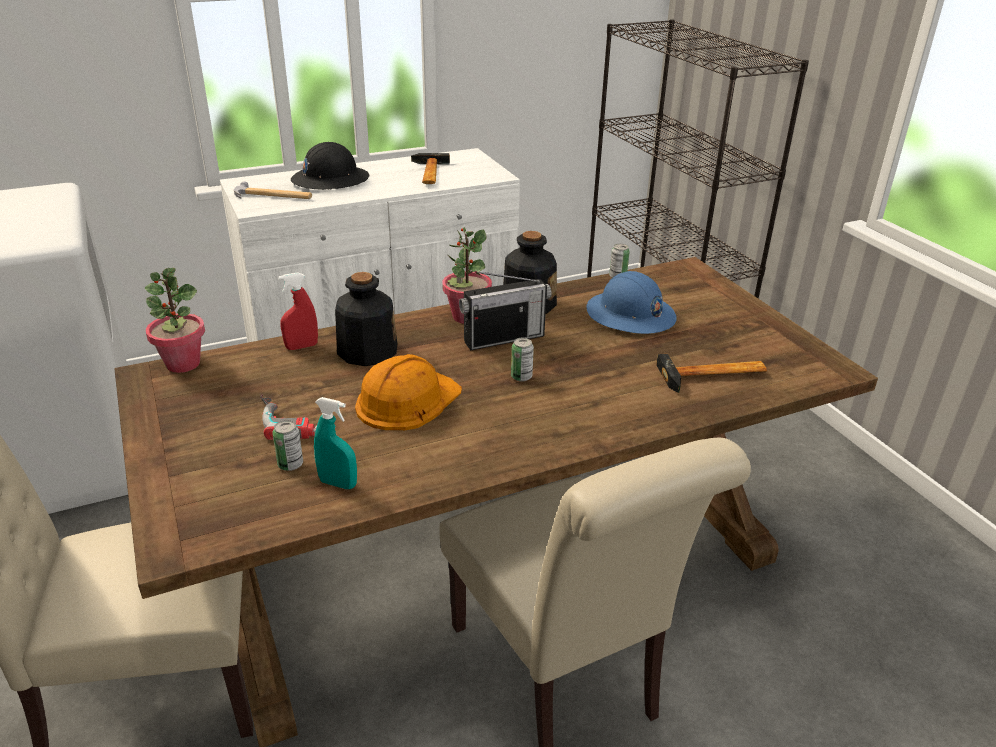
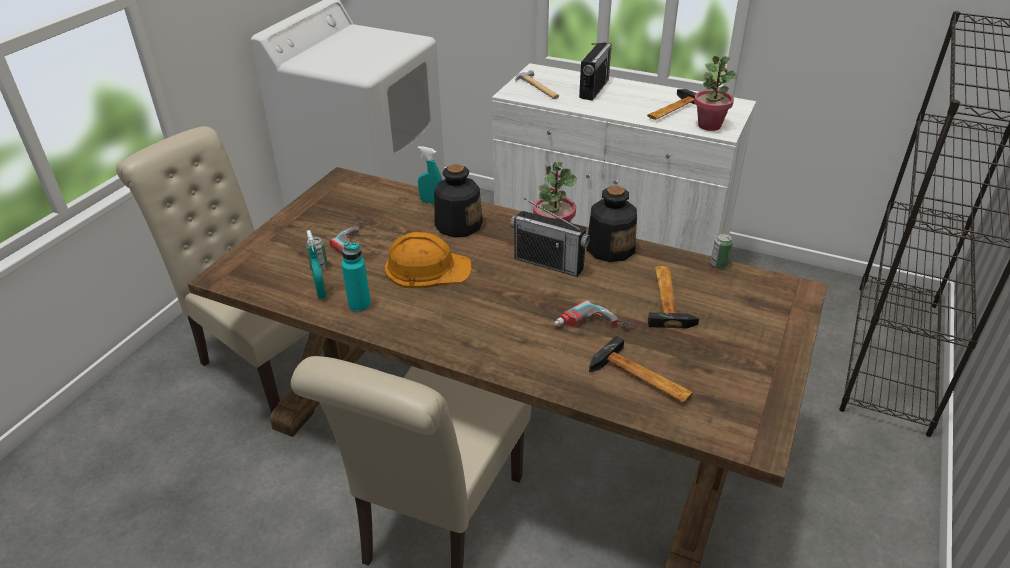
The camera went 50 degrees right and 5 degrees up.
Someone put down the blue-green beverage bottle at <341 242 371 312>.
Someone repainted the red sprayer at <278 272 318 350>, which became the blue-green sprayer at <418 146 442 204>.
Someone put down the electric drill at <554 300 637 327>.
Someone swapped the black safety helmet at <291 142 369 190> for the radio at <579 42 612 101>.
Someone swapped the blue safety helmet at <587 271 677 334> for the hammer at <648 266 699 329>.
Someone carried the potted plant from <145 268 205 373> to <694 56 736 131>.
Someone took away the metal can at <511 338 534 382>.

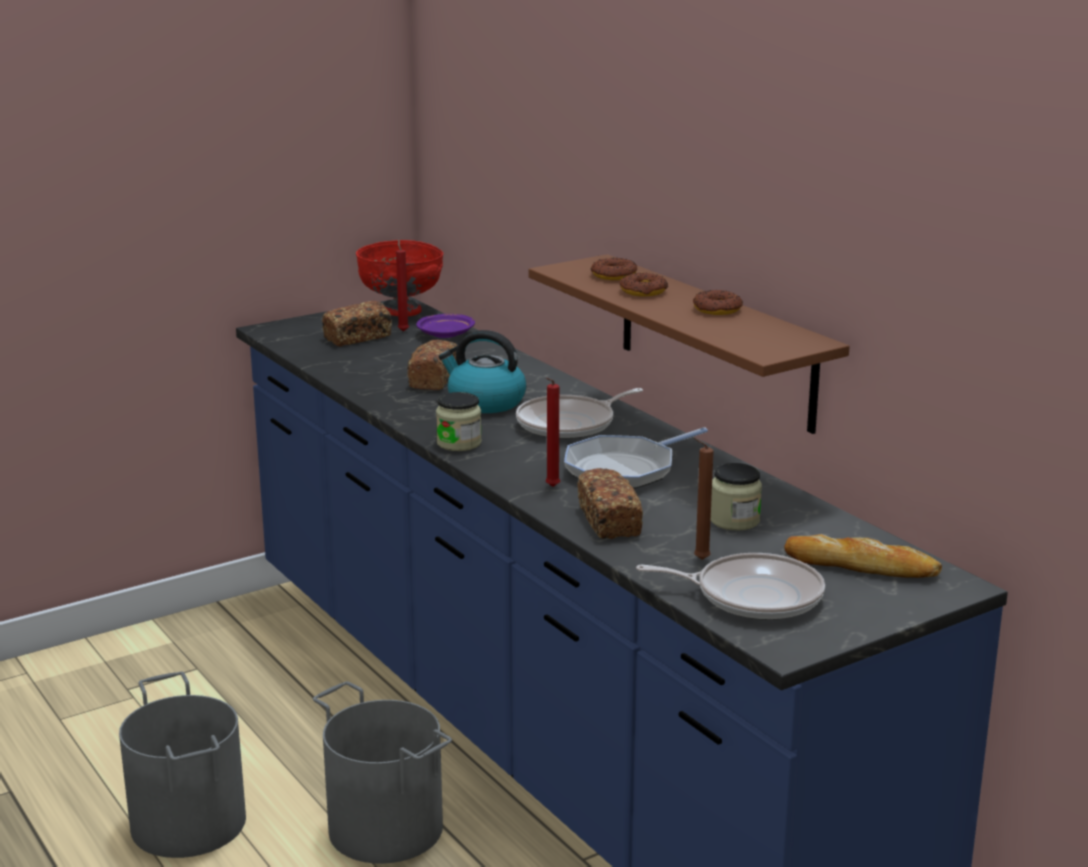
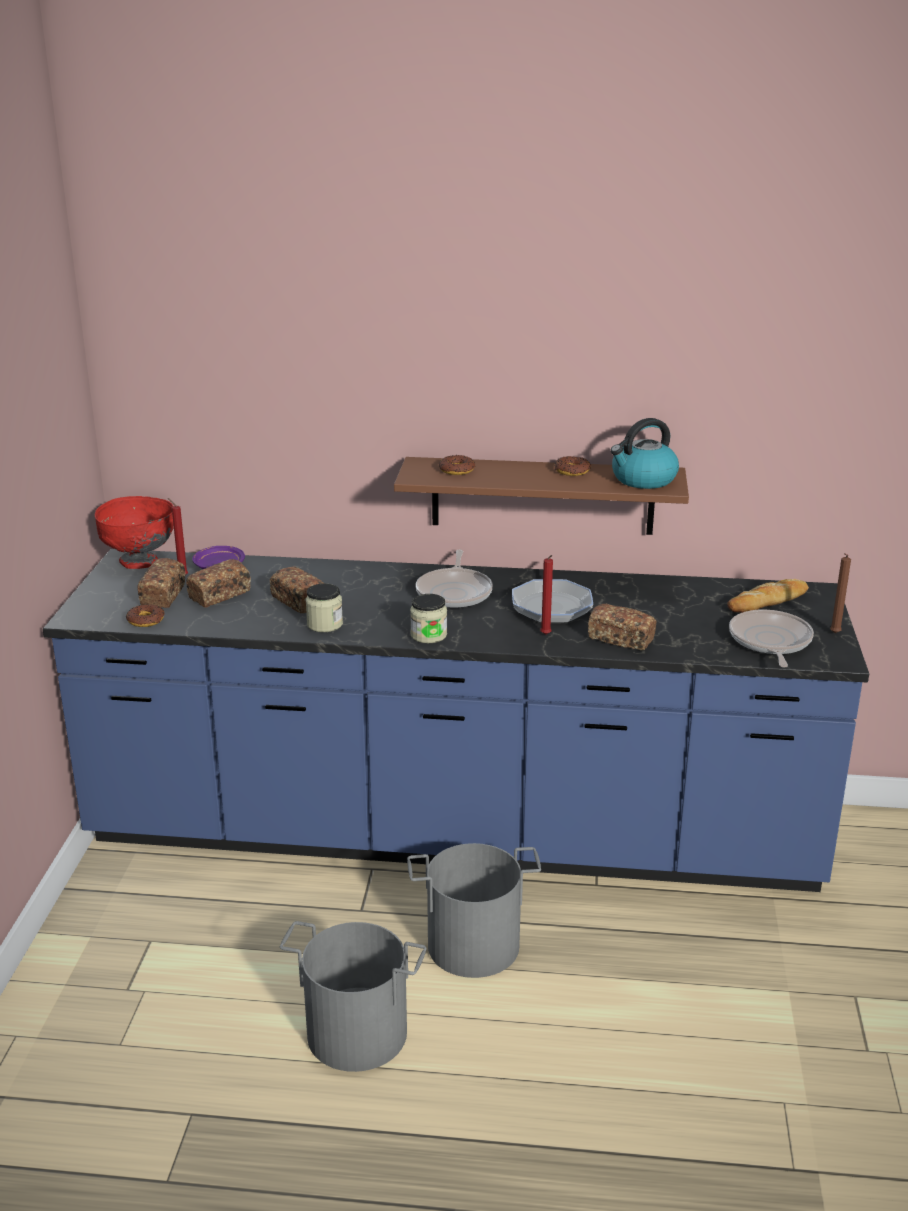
The camera went 50 degrees left and 5 degrees up.
Someone carried the ring doughnut from <620 273 668 296> to <126 604 164 627>.
Someone put down the bakery bread at <186 559 251 607>.
Someone carried the preserve jar from <711 463 762 531> to <306 583 343 632>.
Someone carried the tea kettle from <439 330 526 413> to <611 418 679 489>.
Someone rotated the pan at <636 553 825 620> by 45 degrees counterclockwise.
Someone carried the brownish candle from <693 437 714 560> to <830 553 851 633>.

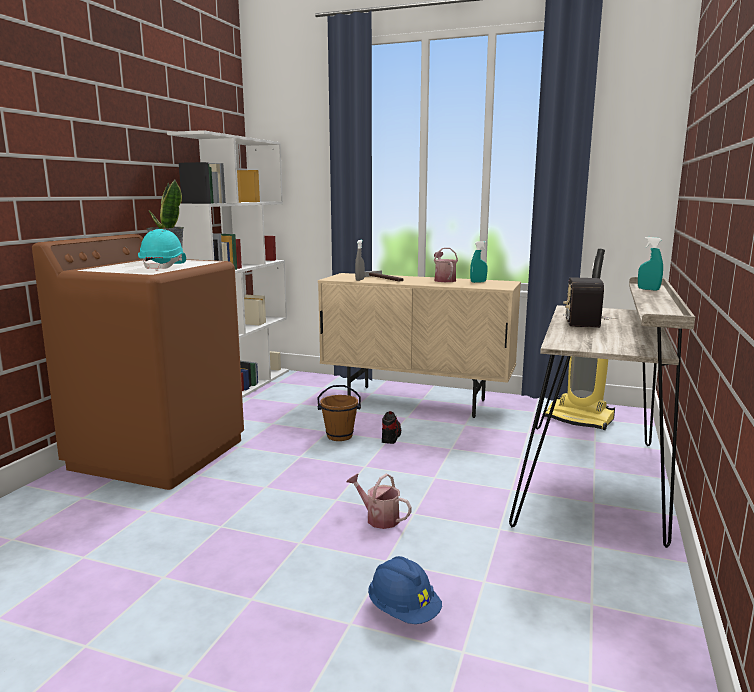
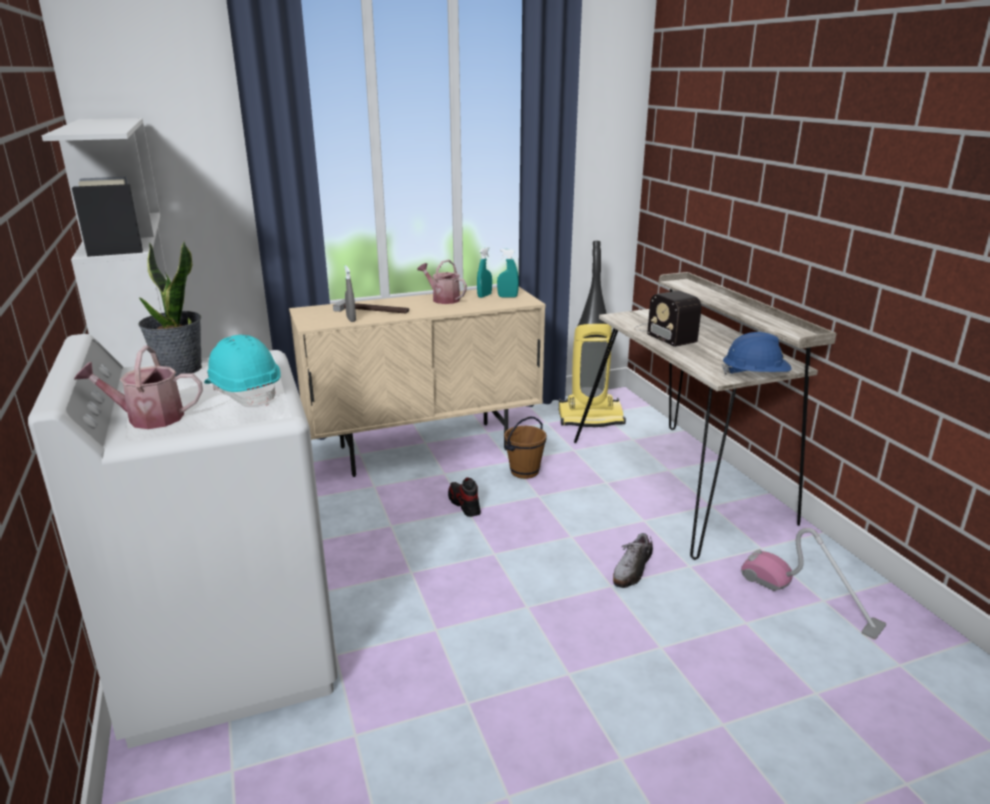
The camera went 40 degrees left and 10 degrees up.
Someone repainted the brownish laundry machine at <32 234 244 490>, which became the white laundry machine at <28 334 338 749>.
Someone carried the sprinkling can from <346 473 412 529> to <74 346 203 429>.
Someone carried the blue-green sprayer from <638 237 663 291> to <497 249 519 298>.
Someone carried the brownish water bucket from <317 385 361 441> to <504 416 547 479>.
Someone put down the item of footwear at <613 533 653 588>.
Someone carried the blue safety helmet from <368 556 442 624> to <722 332 792 375>.
Someone put down the vacuum cleaner at <741 528 886 640>.

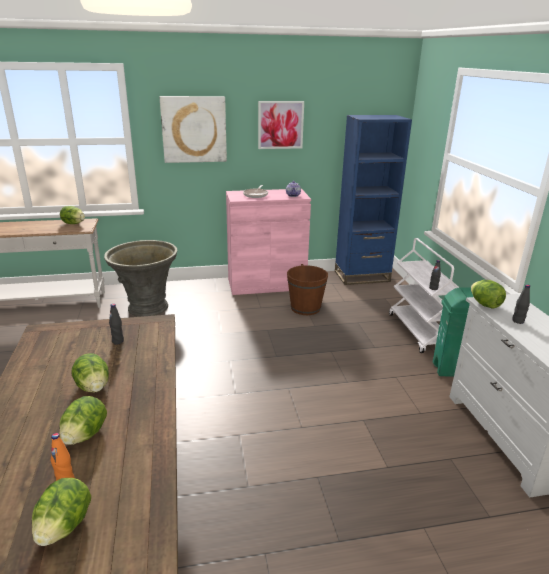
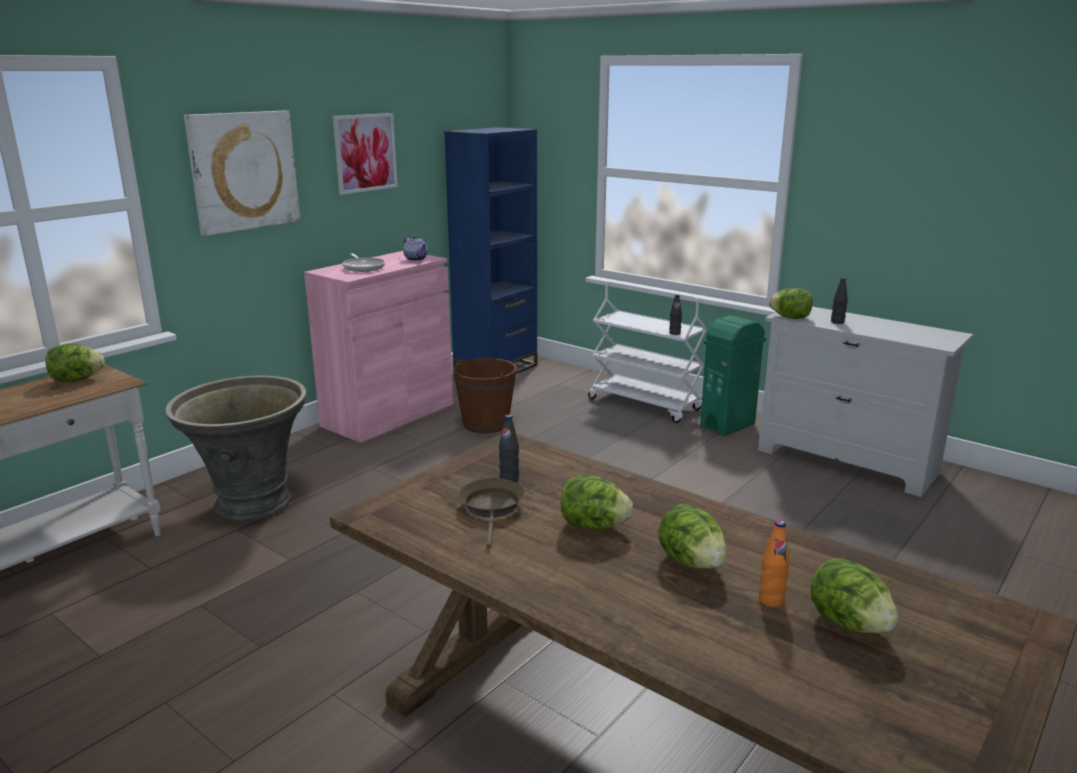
The camera went 40 degrees left and 5 degrees down.
Someone put down the brownish pan at <459 478 525 548>.

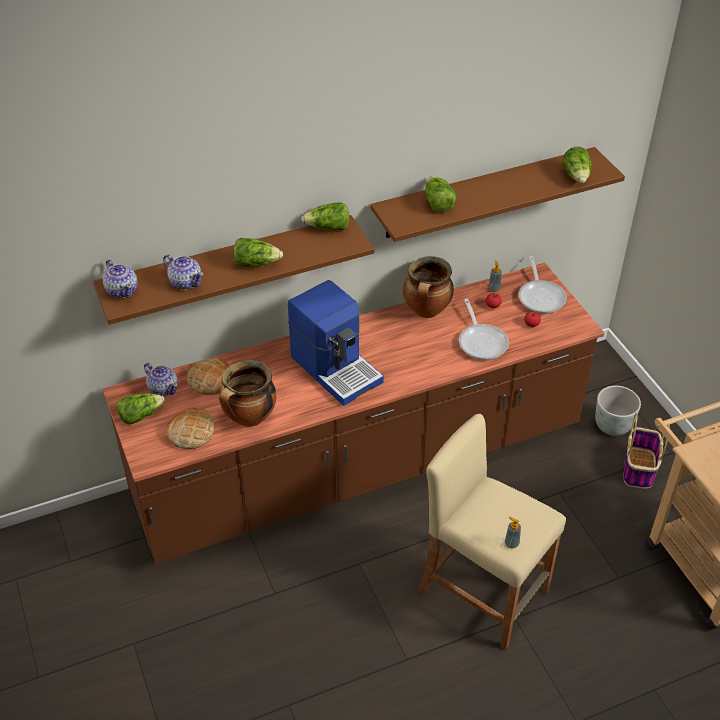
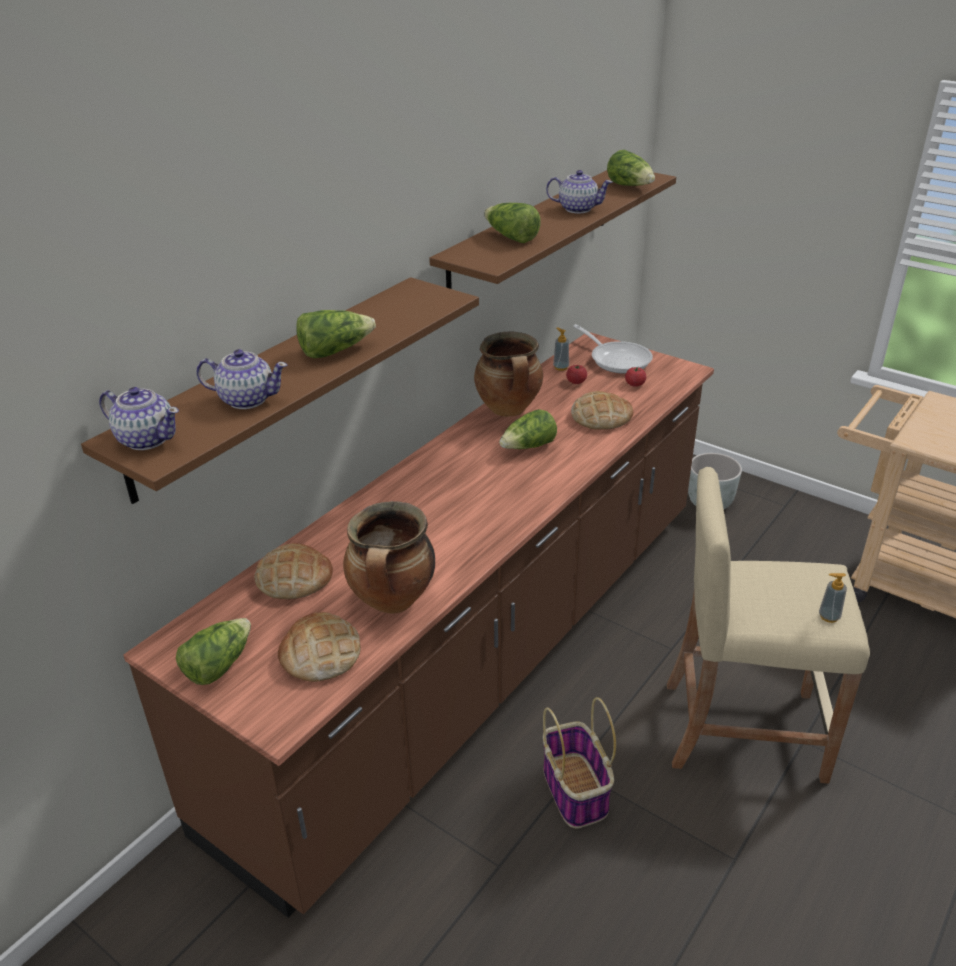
The camera went 30 degrees left and 10 degrees down.
Someone carried the lettuce head from <301 202 349 230> to <499 409 557 449>.
Someone carried the basket from <623 412 670 488> to <543 697 616 828>.
Someone carried the pot for tea from <144 363 178 396> to <546 170 612 213>.
Someone swapped the pan at <459 299 509 360> for the bakery bread at <571 391 633 430>.
Someone took away the coffee maker at <288 280 384 406>.

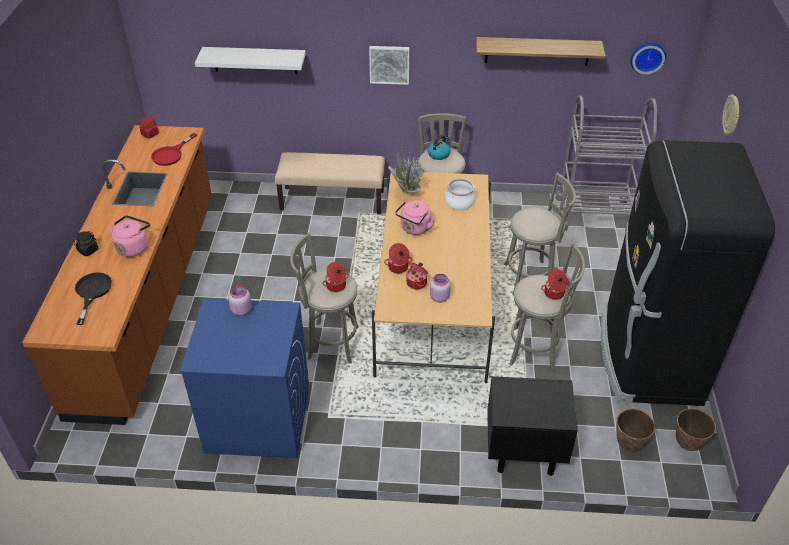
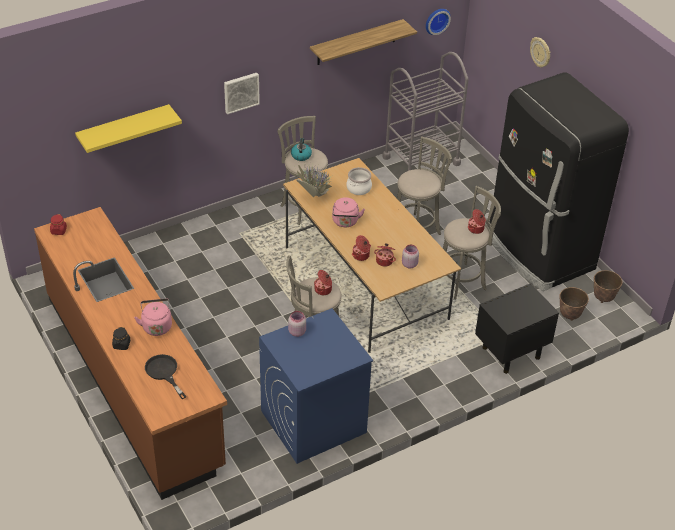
The camera went 35 degrees left and 0 degrees up.
Someone repainted the white bracket shelf at <195 47 306 74>, which became the yellow bracket shelf at <75 104 182 153>.
Someone took away the red pan at <151 133 197 166>.
Someone took away the beige-coloured bench at <275 152 385 214>.

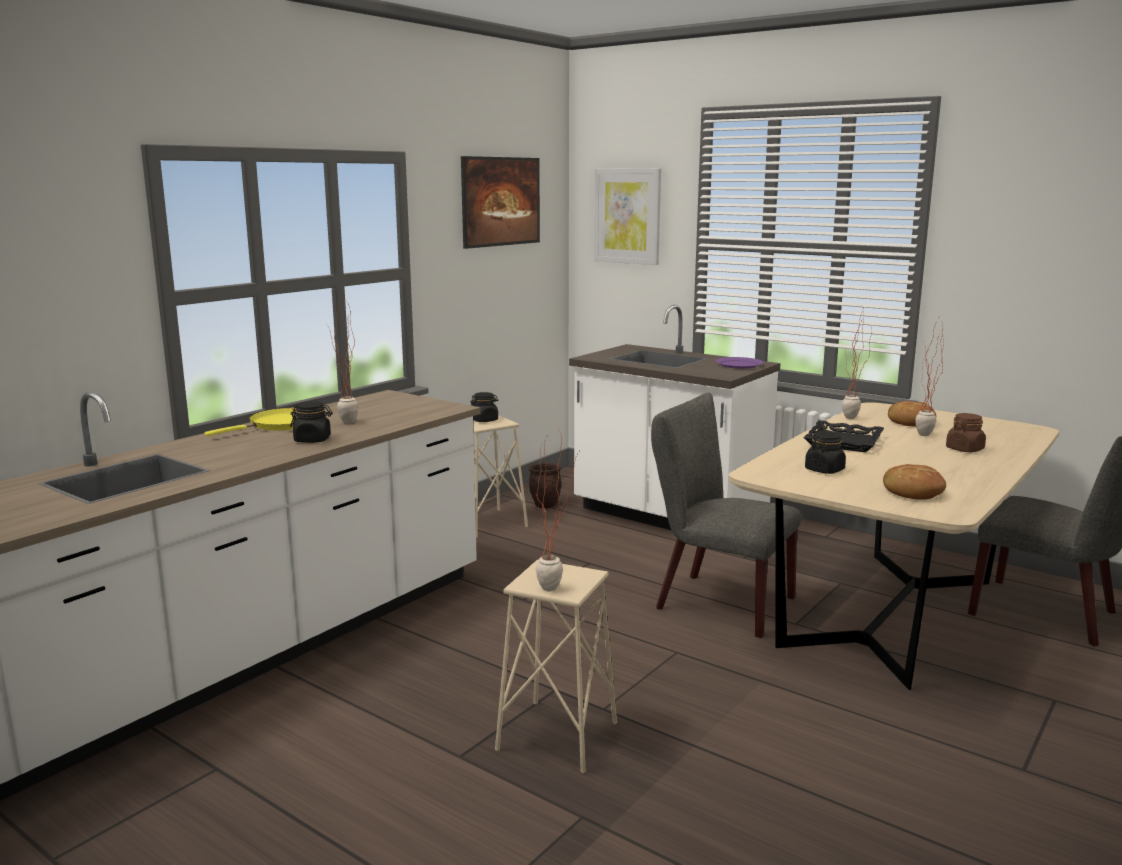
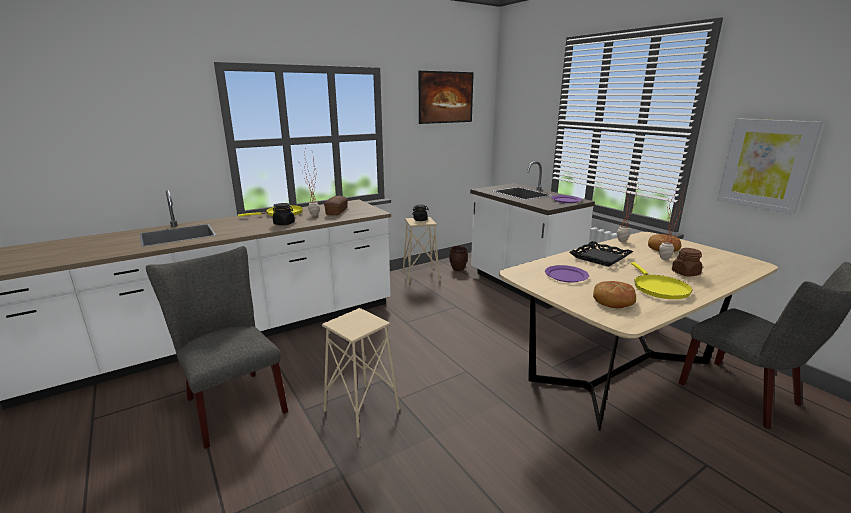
The camera went 20 degrees right and 5 degrees up.
Someone carried the greyish upright chair from <651 393 801 638> to <146 246 288 449>.
Someone put down the bakery bread at <324 196 348 215>.
Someone swapped the black preserve jar at <805 431 846 474> for the purple flat dish at <545 265 589 282>.
Someone put down the yellow pan at <631 262 692 299>.
Someone carried the wall picture from <594 168 661 265> to <717 119 823 214>.
Someone took away the potted plant at <536 427 579 591>.

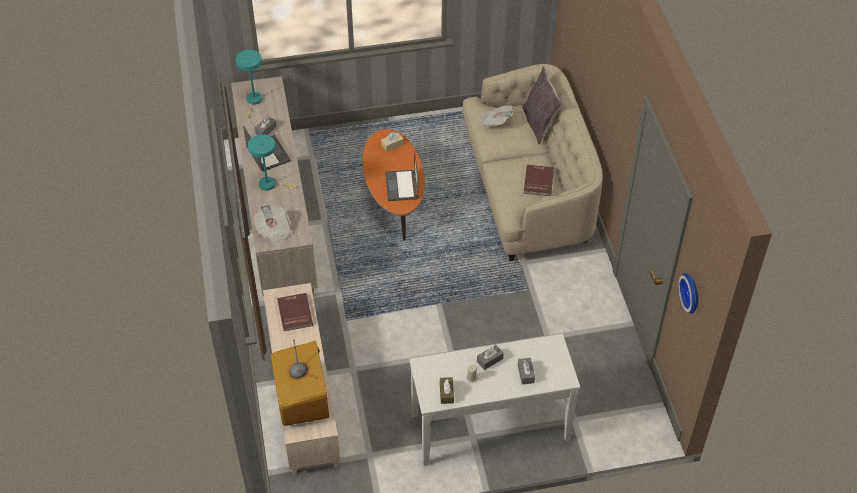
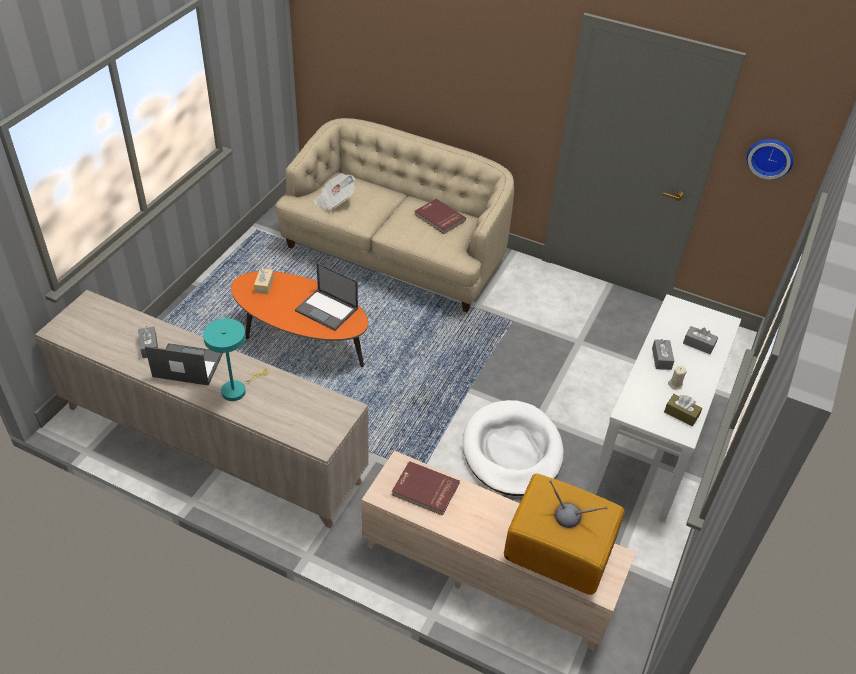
The camera went 55 degrees left and 5 degrees down.
Someone put down the white pet bed at <462 400 564 496>.
Someone took away the blue-green tabletop lamp at <236 50 262 118>.
Someone took away the printed paper at <254 204 292 246>.
Someone took away the greyish throw pillow at <522 66 562 145>.

